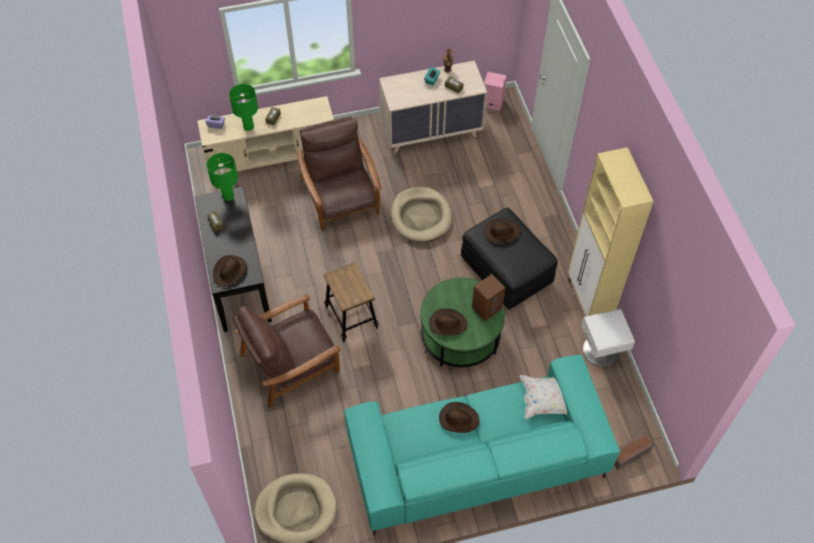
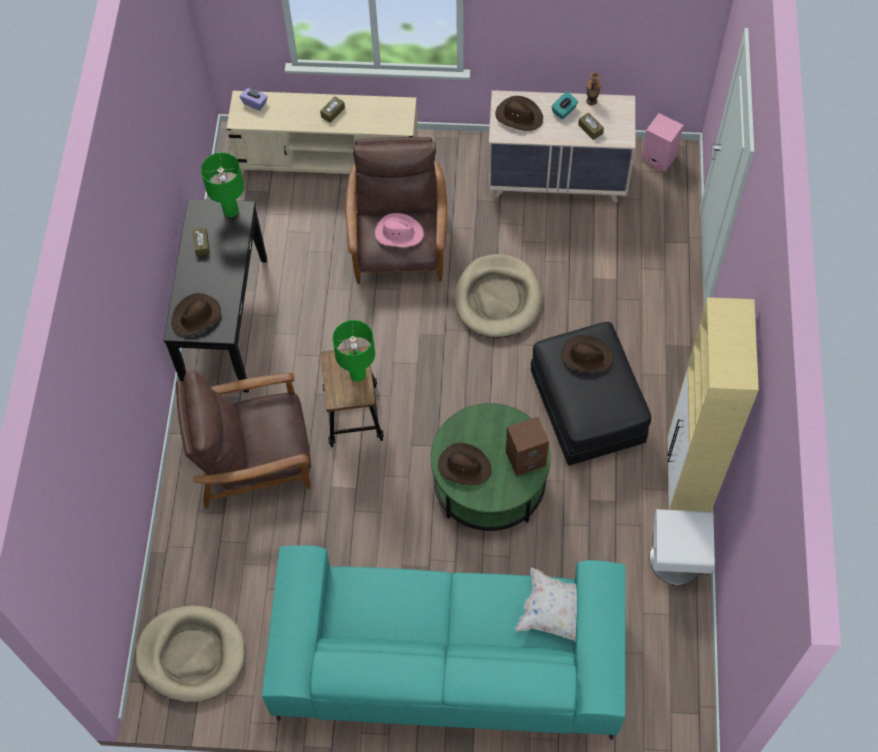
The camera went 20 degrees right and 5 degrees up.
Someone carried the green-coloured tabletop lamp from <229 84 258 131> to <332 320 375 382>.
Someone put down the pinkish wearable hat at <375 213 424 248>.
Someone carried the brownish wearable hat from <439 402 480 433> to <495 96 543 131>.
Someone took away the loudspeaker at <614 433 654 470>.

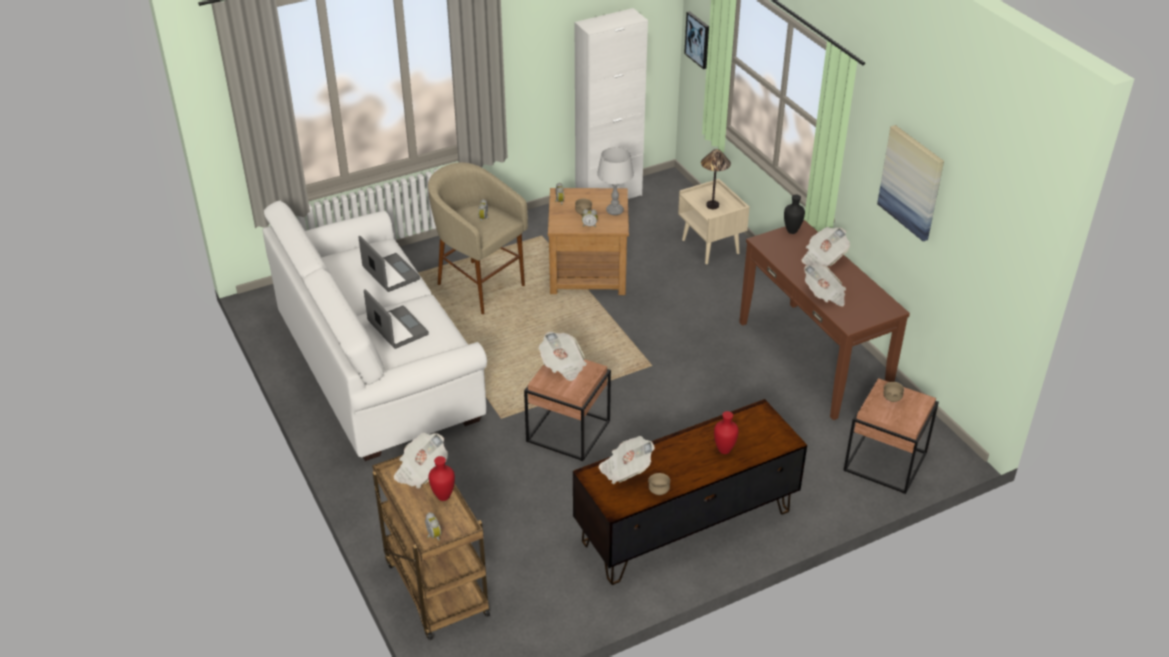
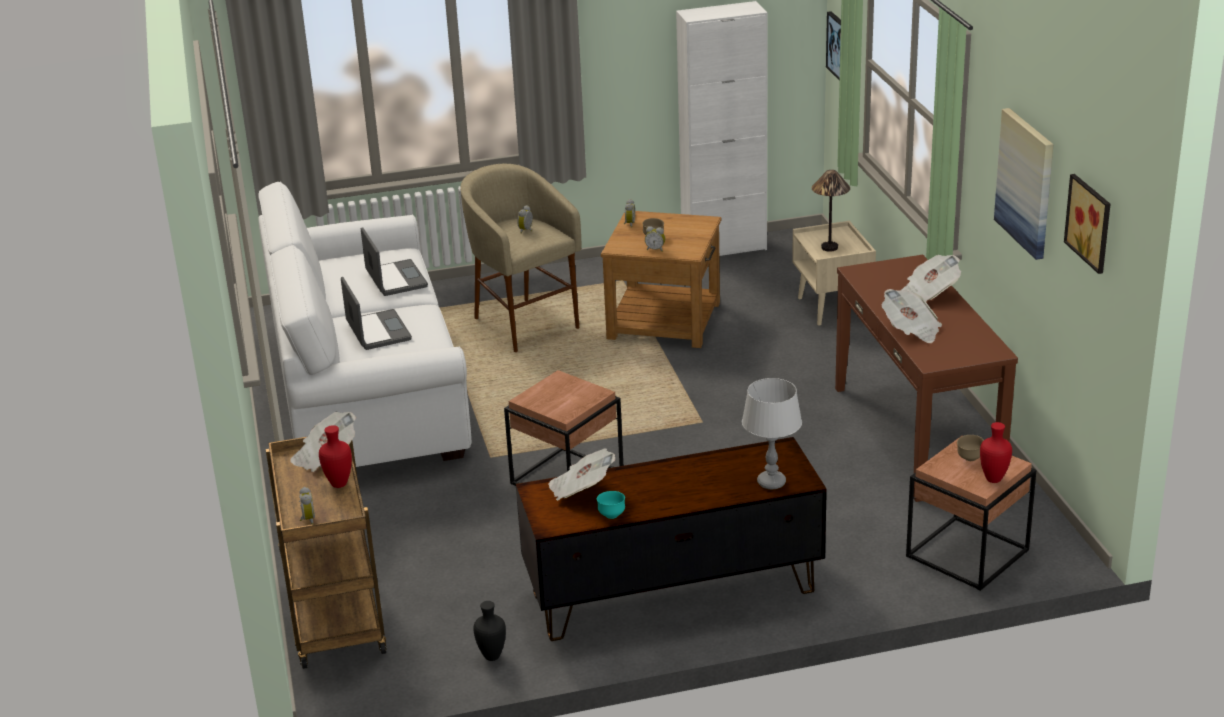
The camera went 15 degrees right and 10 degrees down.
Someone carried the black decorative vase from <784 195 805 234> to <474 601 506 661>.
Someone repainted the brownish deep dish at <648 473 670 495>, which became the blue-green deep dish at <597 491 625 519>.
Someone carried the greyish tabletop lamp from <597 147 634 215> to <742 378 802 489>.
Someone carried the red decorative vase from <714 411 739 454> to <980 422 1012 483>.
Someone put up the wall picture at <1064 174 1110 274>.
Someone took away the printed paper at <539 332 587 381>.

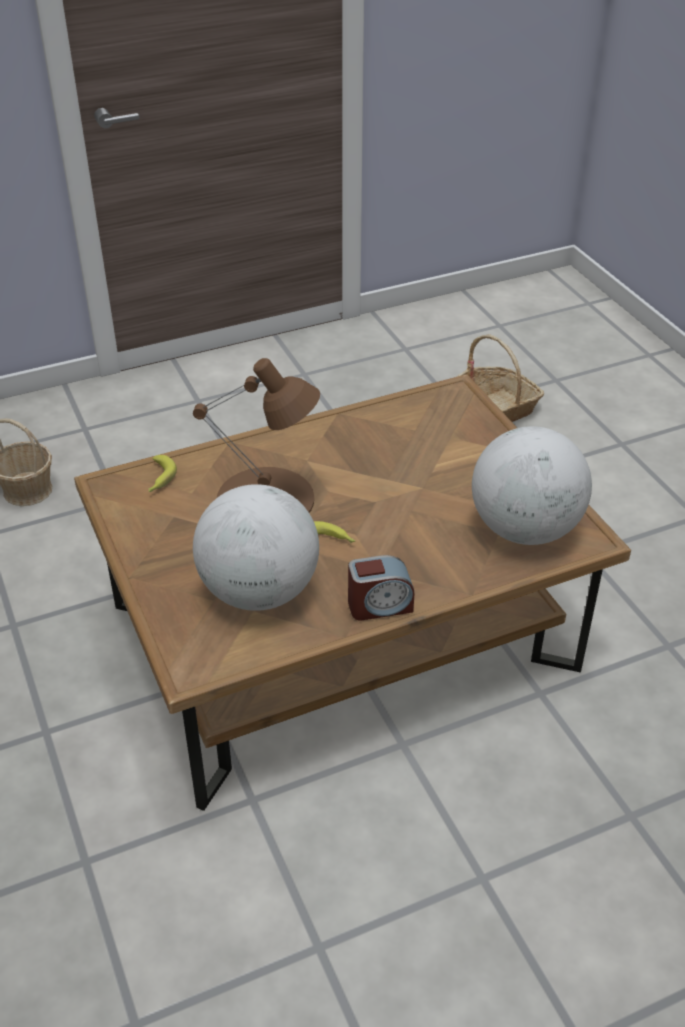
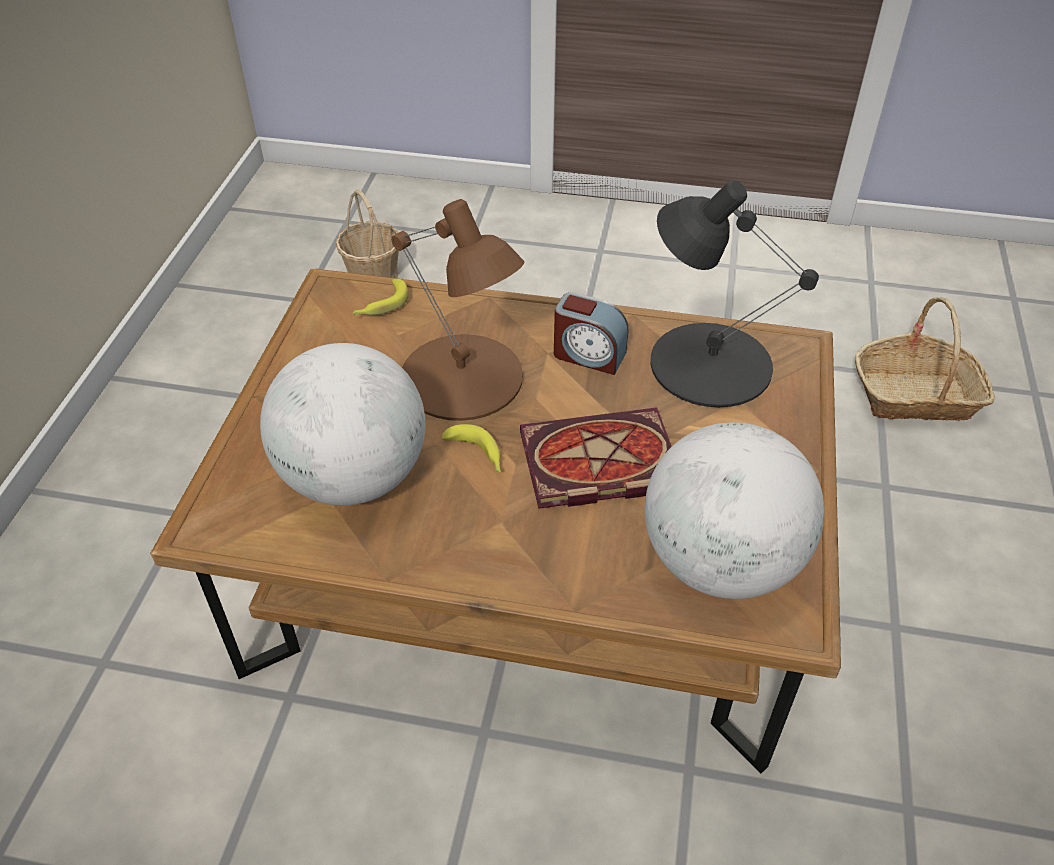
The camera went 35 degrees right and 5 degrees up.
Someone put down the bound book at <520 407 672 509>.
Someone carried the bedside clock from <348 555 414 620> to <554 292 629 375>.
Someone put down the black tabletop lamp at <650 181 819 407>.

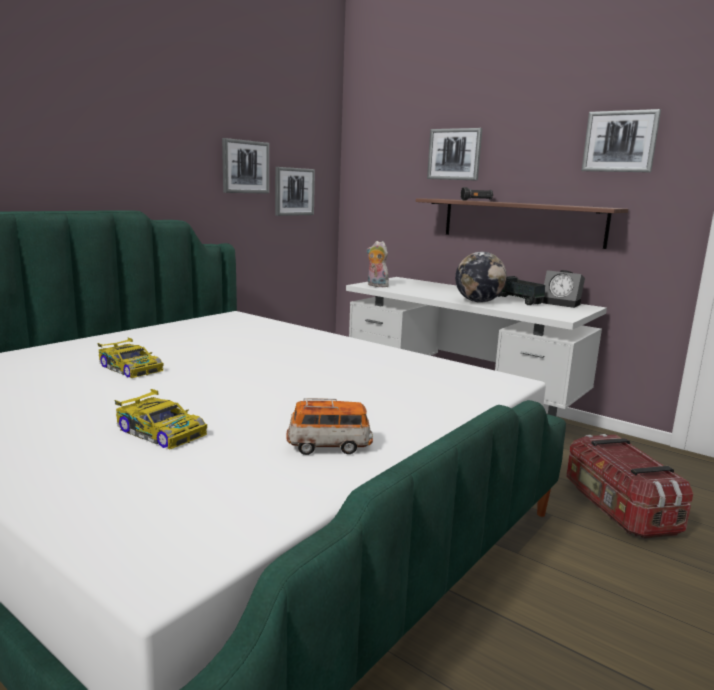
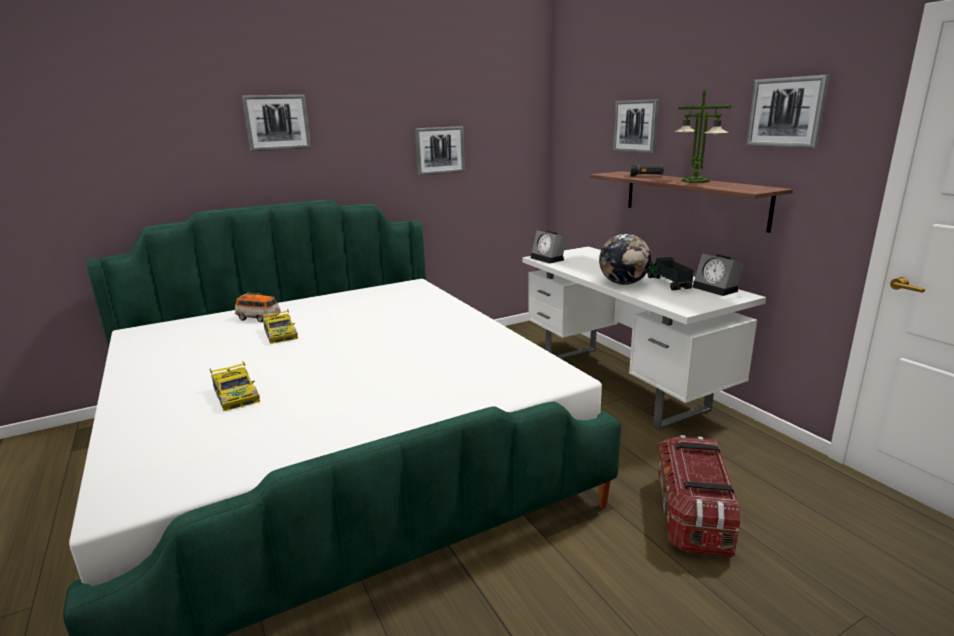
The camera went 25 degrees right and 5 degrees up.
Someone carried the miniature car from <287 398 373 455> to <235 293 281 322>.
Someone carried the wall picture from <275 167 315 216> to <242 95 311 151>.
Someone swapped the soft toy at <366 241 389 287> for the bedside clock at <531 230 567 263>.
Someone put down the tabletop lamp at <674 89 732 183>.

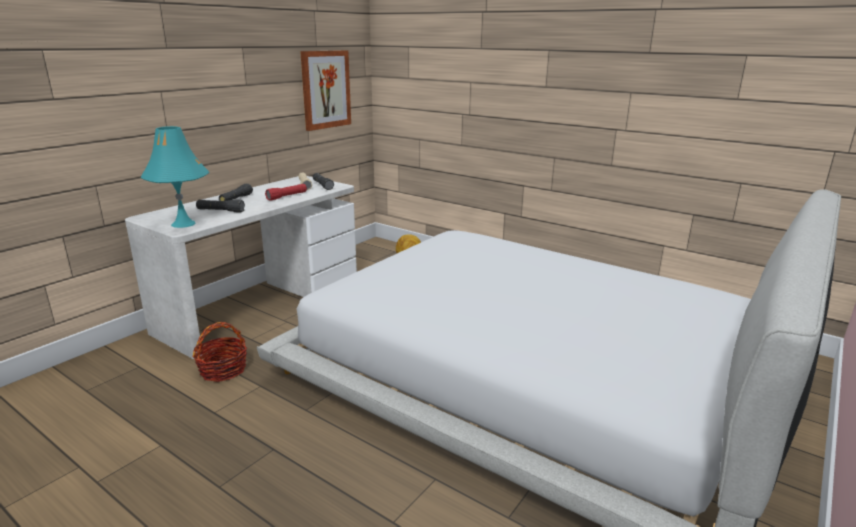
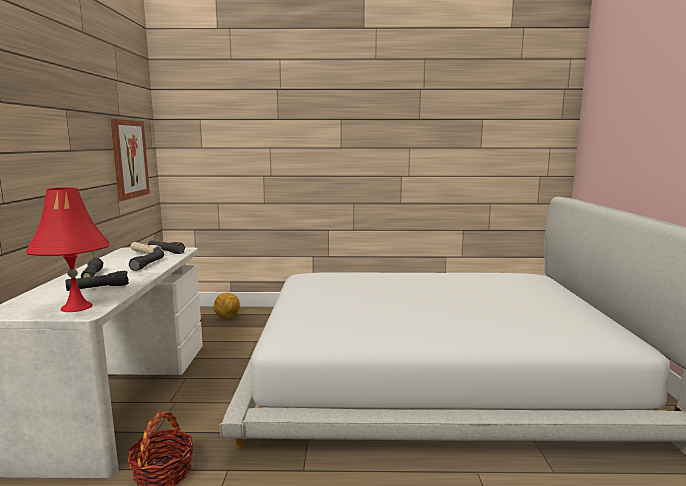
The camera went 35 degrees left and 10 degrees down.
Someone repainted the blue-green tabletop lamp at <140 126 209 228>, which became the red tabletop lamp at <26 187 109 312>.
Someone repainted the red flashlight at <265 184 307 201>, which became the black flashlight at <129 250 164 271>.

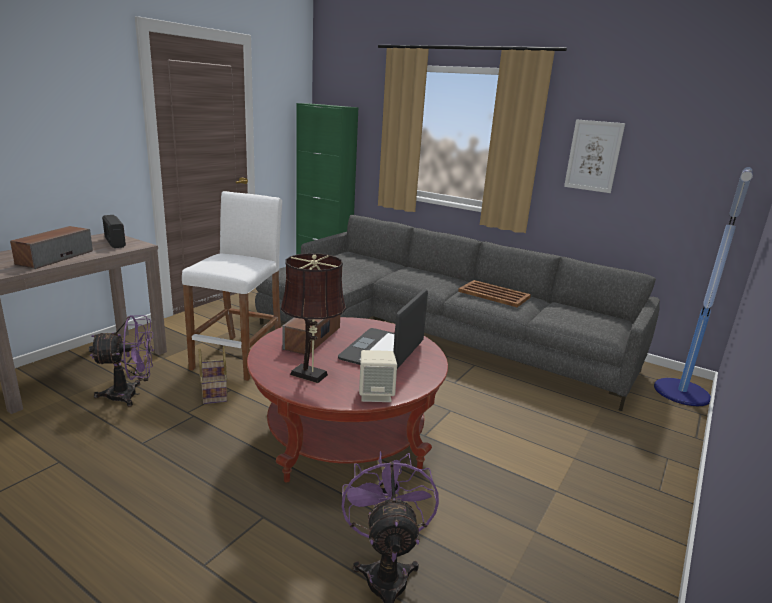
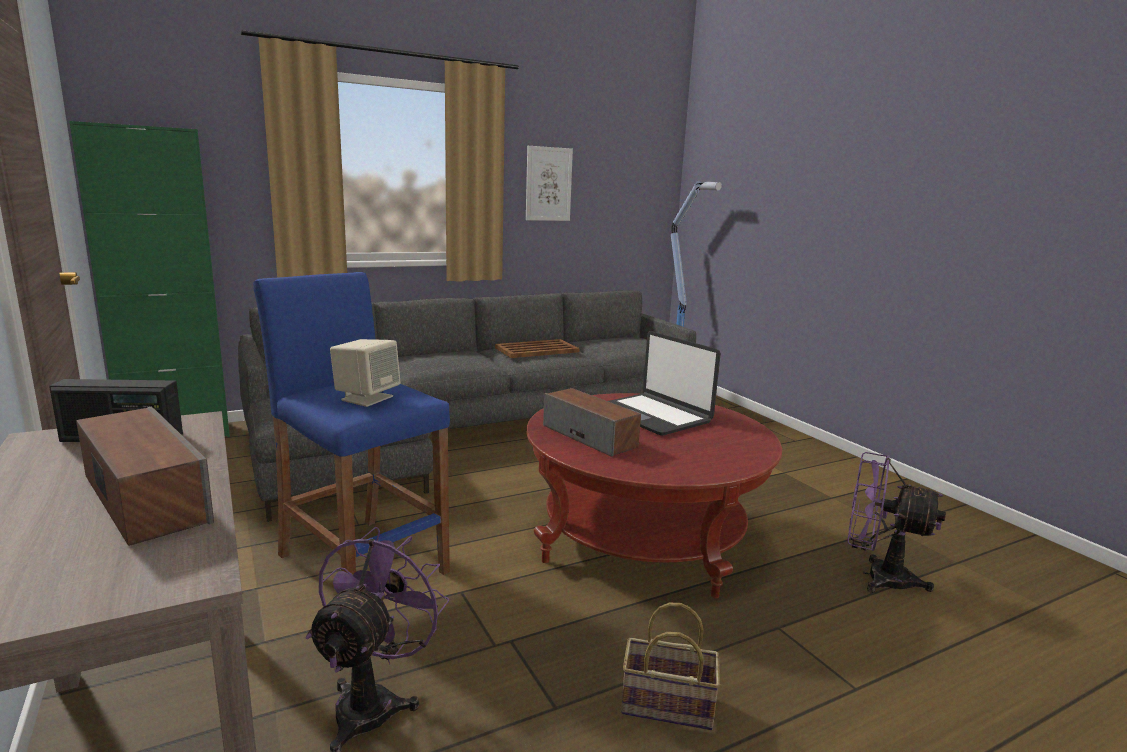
The camera went 60 degrees left and 5 degrees down.
Someone repainted the white stool seat at <182 191 282 381>, which became the blue stool seat at <253 272 450 575>.
Someone carried the beige-coloured loudspeaker from <359 350 397 402> to <330 339 401 407>.
Someone carried the basket from <199 346 228 404> to <621 603 720 730>.
Someone took away the brownish tabletop lamp at <281 253 346 383>.

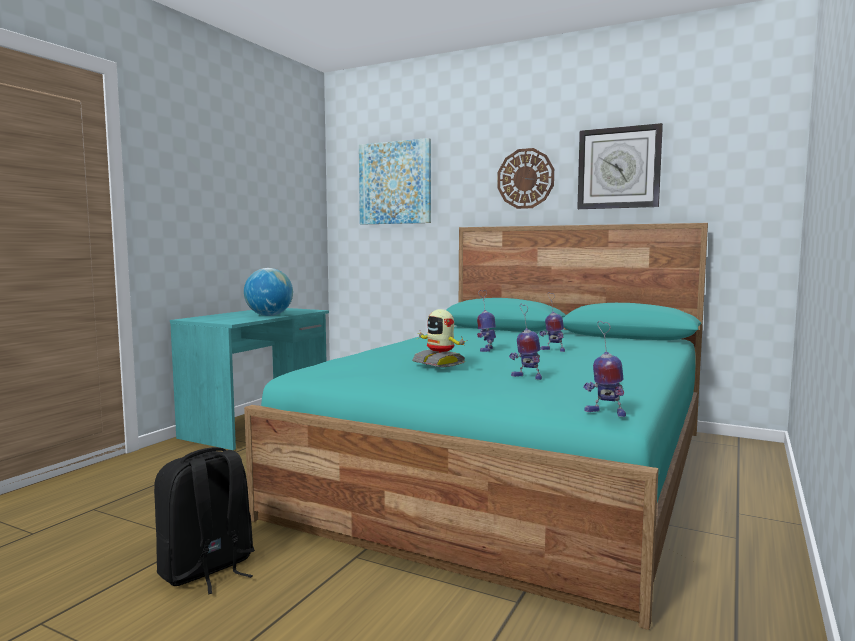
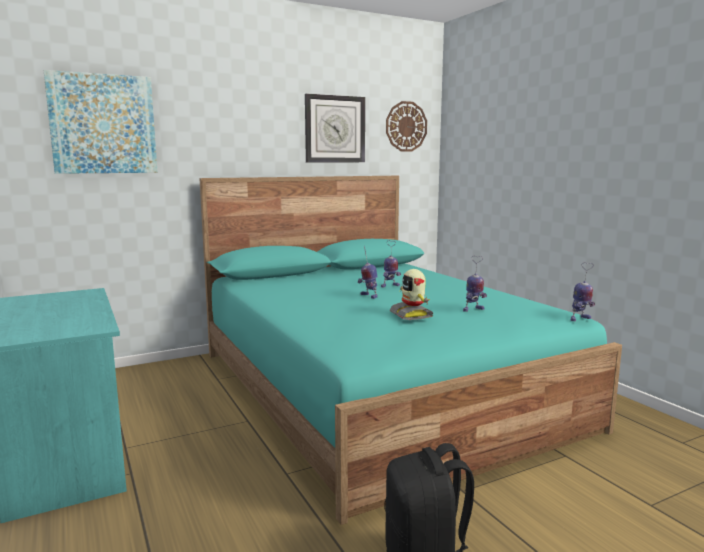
The camera went 55 degrees left and 5 degrees up.
Someone carried the hanging clock from <497 148 554 209> to <386 101 427 152>.
Someone rotated the robot figure at <412 309 467 368> by 75 degrees clockwise.
Someone took away the desk globe at <244 268 293 316>.

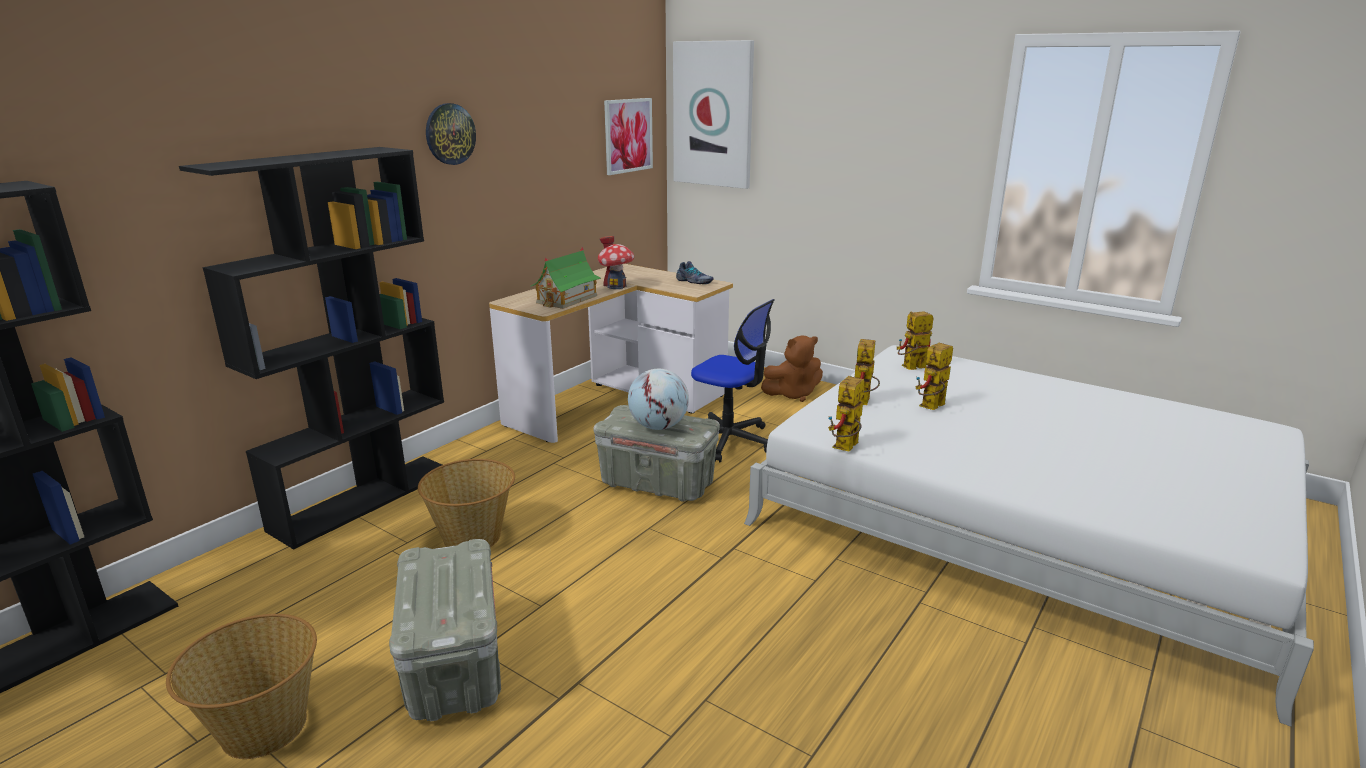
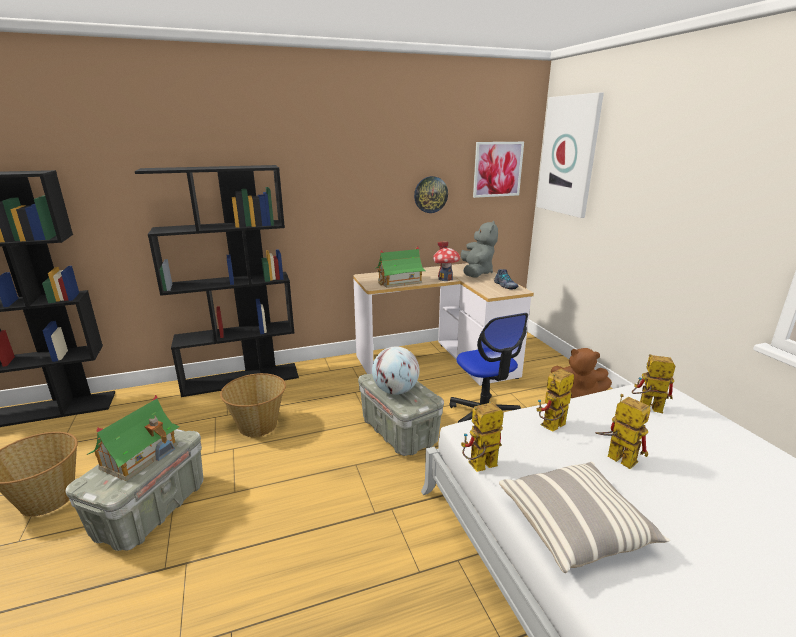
The camera went 35 degrees right and 0 degrees up.
Someone put down the toy house at <87 395 180 481>.
Someone carried the hanging clock from <426 103 476 165> to <414 176 448 213>.
Someone put down the greyish soft toy at <461 221 498 277>.
Someone put down the throw pillow at <499 462 670 573>.
Someone rotated the robot figure at <915 343 953 410> by 60 degrees clockwise.

